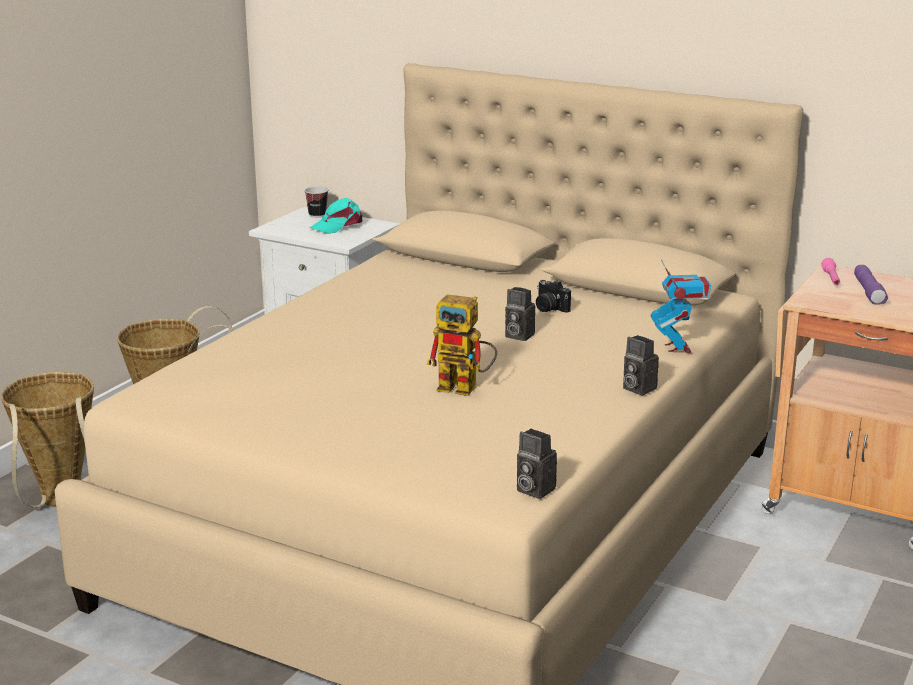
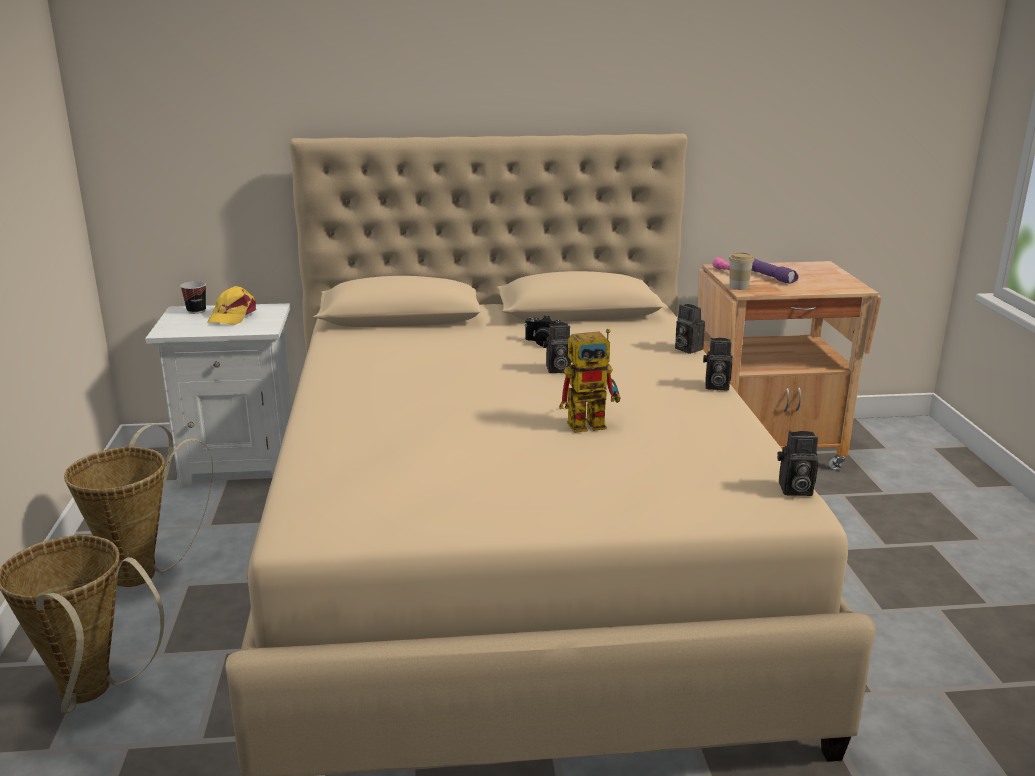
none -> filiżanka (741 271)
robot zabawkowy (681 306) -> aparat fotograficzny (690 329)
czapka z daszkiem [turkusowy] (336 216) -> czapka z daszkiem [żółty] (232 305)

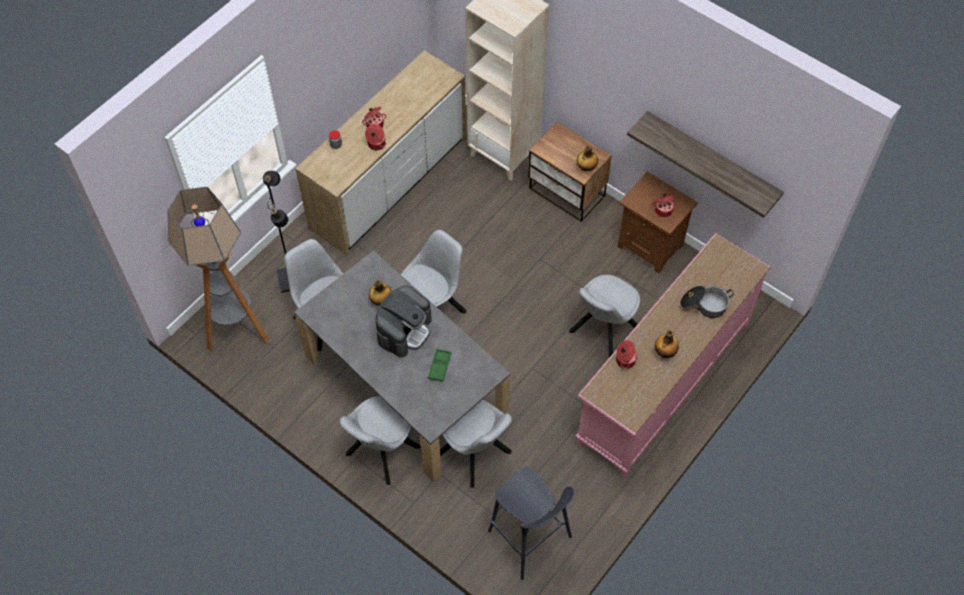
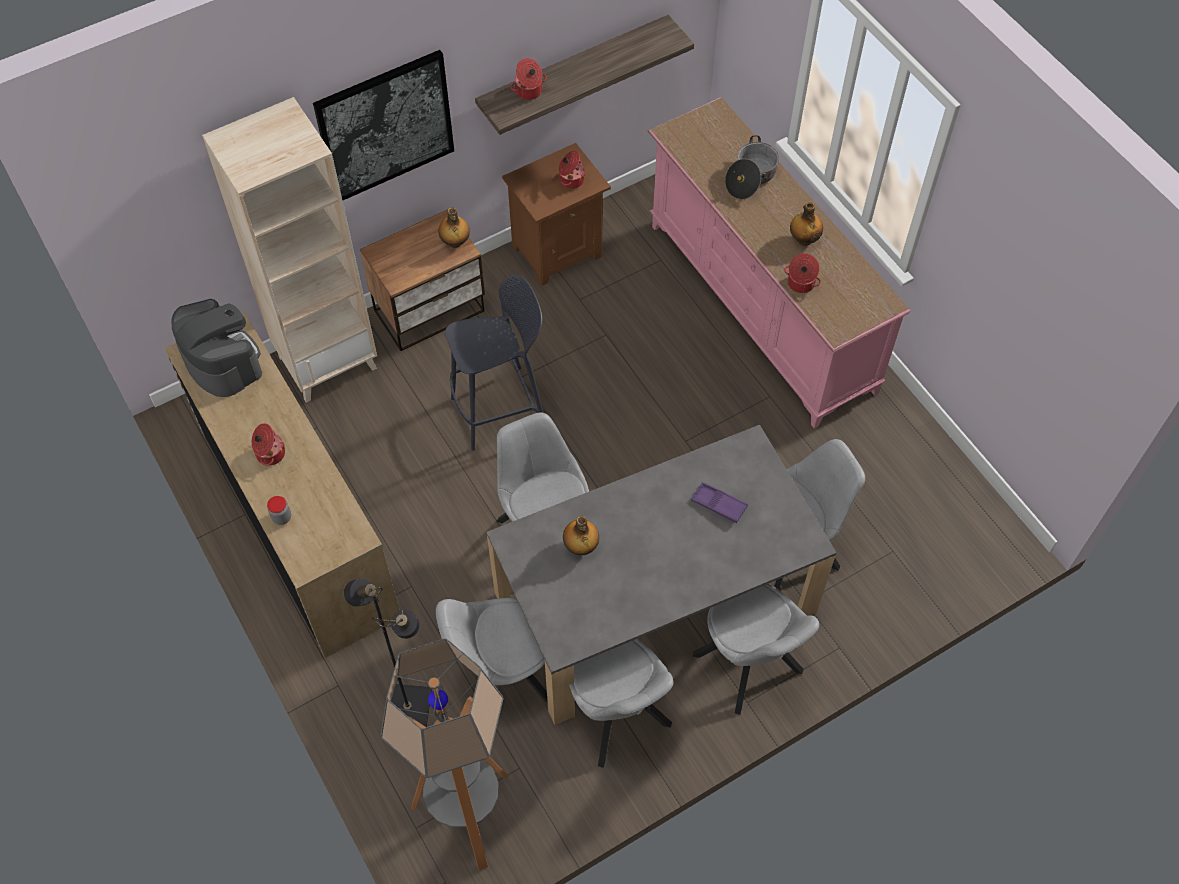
none -> obraz (383 125)
garnek (375 137) -> garnek (528 79), move
ekspres do kawy (404 321) -> ekspres do kawy (216 348), move
stołek [szary] (531 523) -> stołek [szary] (494 363), move
krzesło [szary] (604 316) -> krzesło [szary] (621 703), move
taca [zielony] (439 365) -> taca [fioletowy] (719 502)

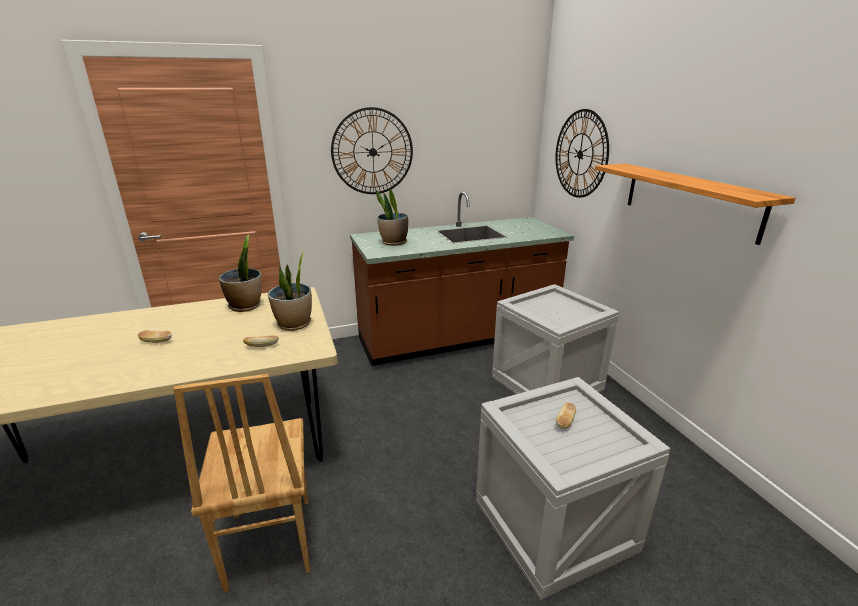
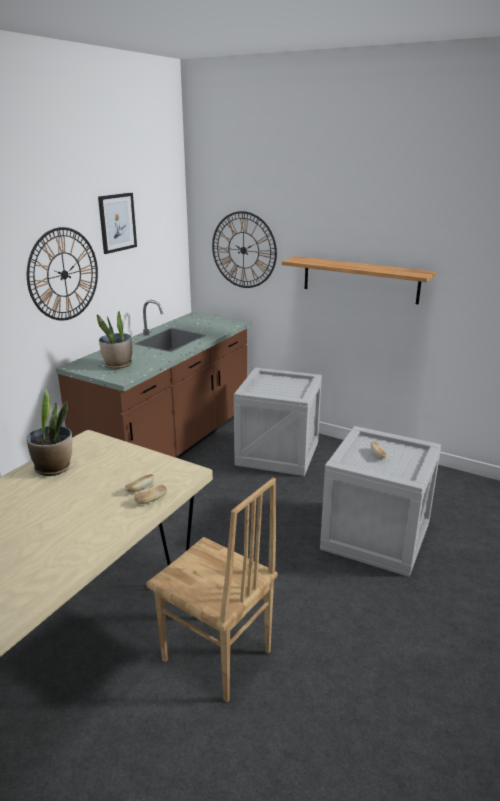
roślina doniczkowa (290 291) -> none
none -> obraz (117 223)
chleb (155 336) -> chleb (151 494), move

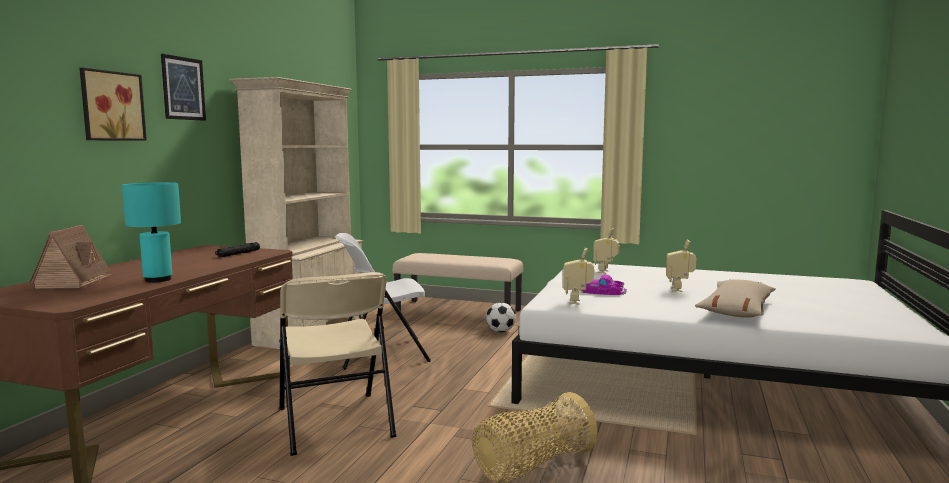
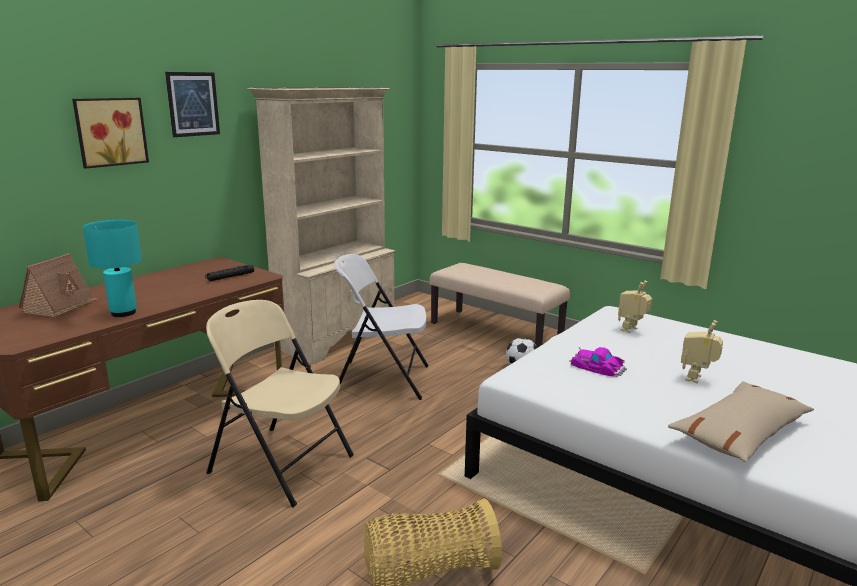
robot zabawkowy (578 276) -> none
krzesło [beżowy] (338 364) -> krzesło [beżowy] (280 404), 120 degrees clockwise

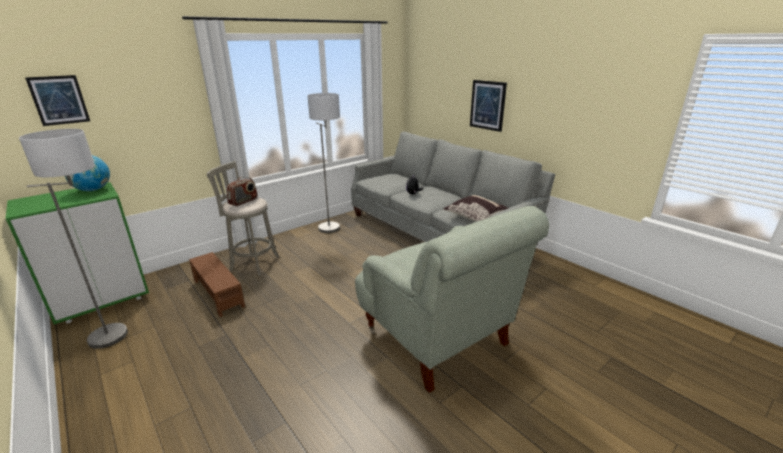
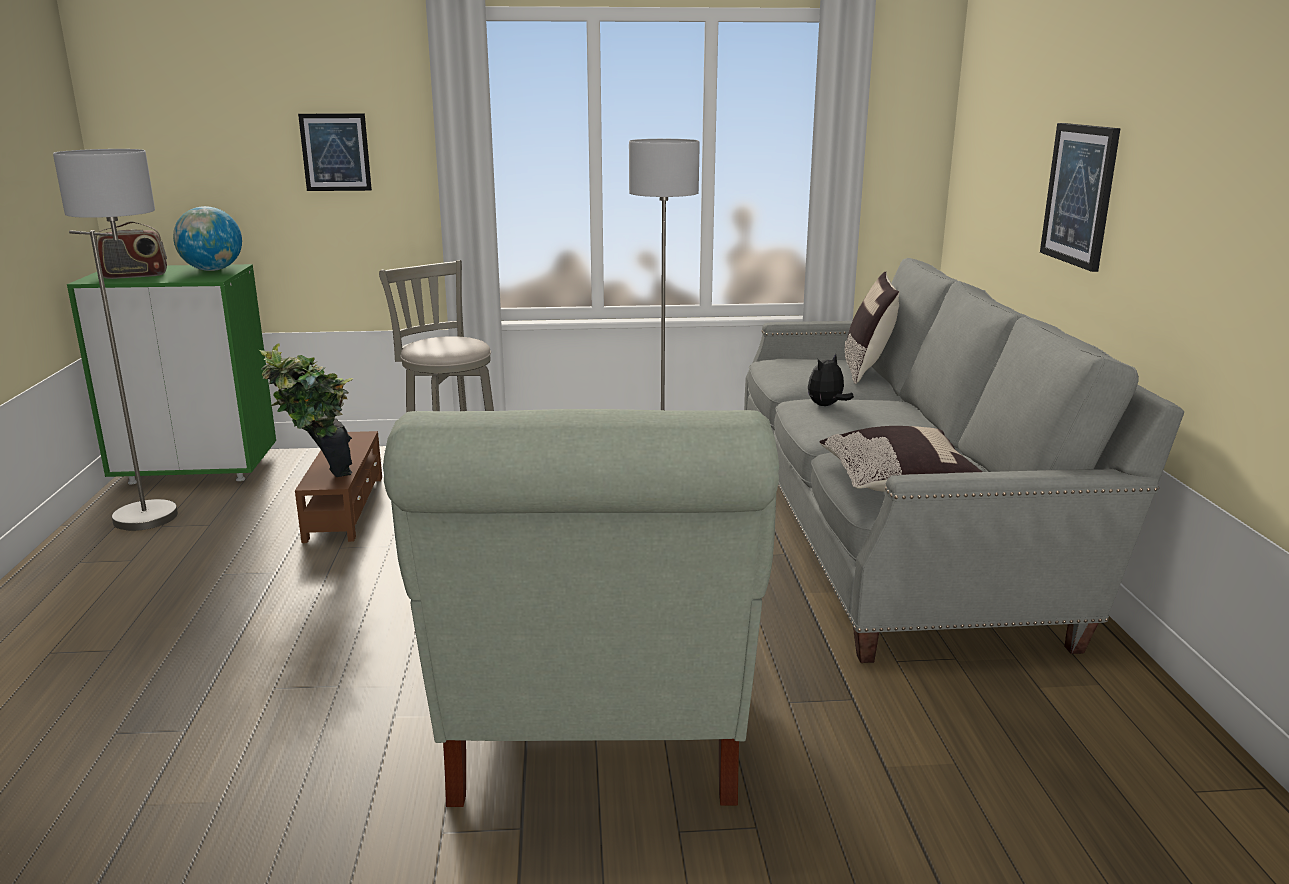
none -> roślina doniczkowa (306 410)
none -> poduszka (872 328)
obraz (57 100) -> obraz (335 152), move
radio (242 191) -> radio (131 250), move

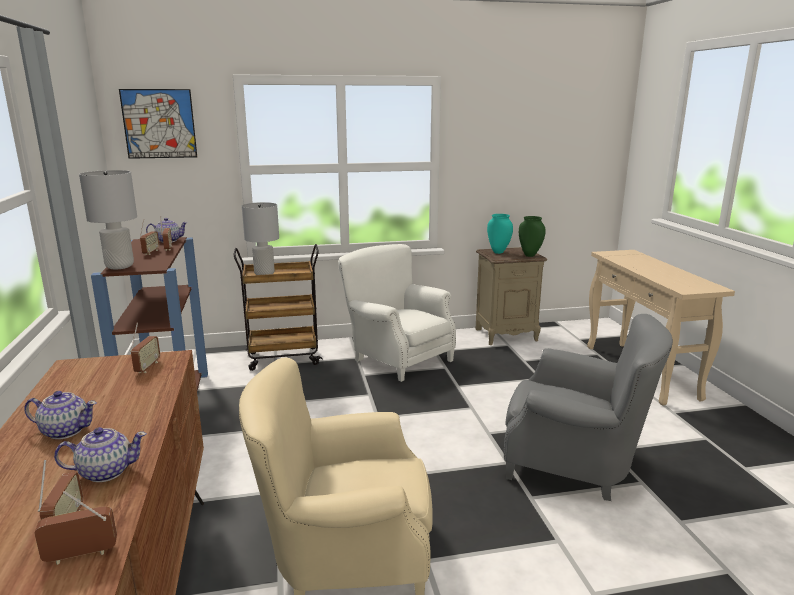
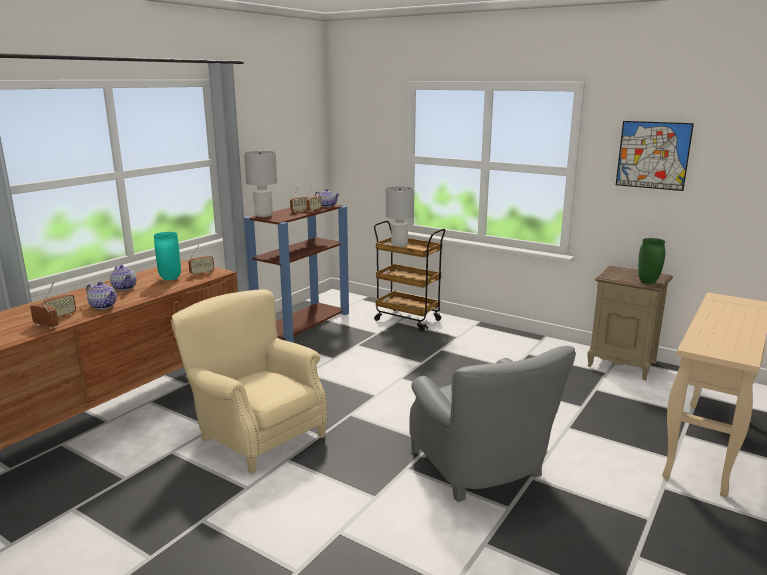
fotel [biały] (397 313) -> none
obraz (158 124) -> obraz (655 156), move
wazon [turkusowy] (500 234) -> wazon [turkusowy] (167 256), move

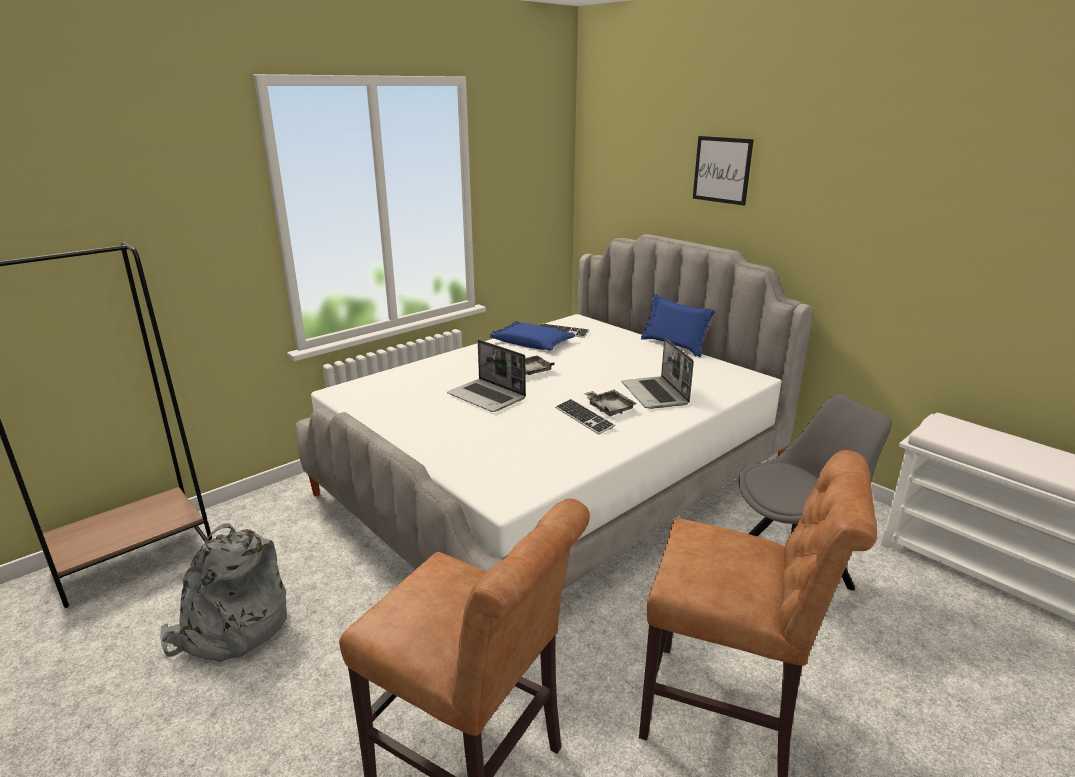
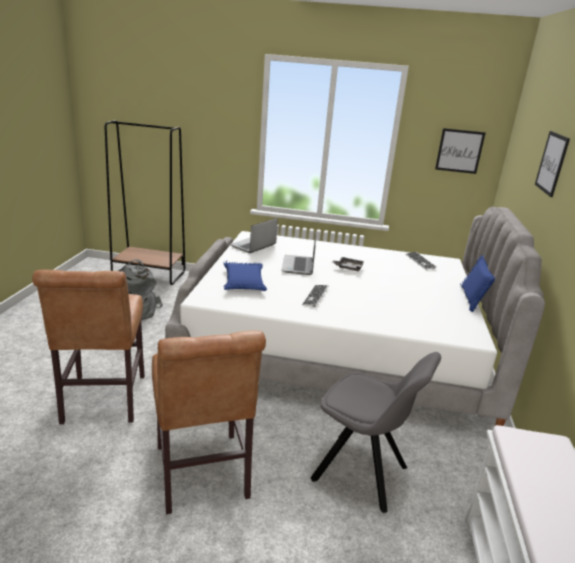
taca [szary] (610 403) -> none
none -> obraz (460 151)
poduszka [niebieski] (532 336) -> poduszka [niebieski] (245 276), move
laptop (657 373) -> laptop (254 235), move

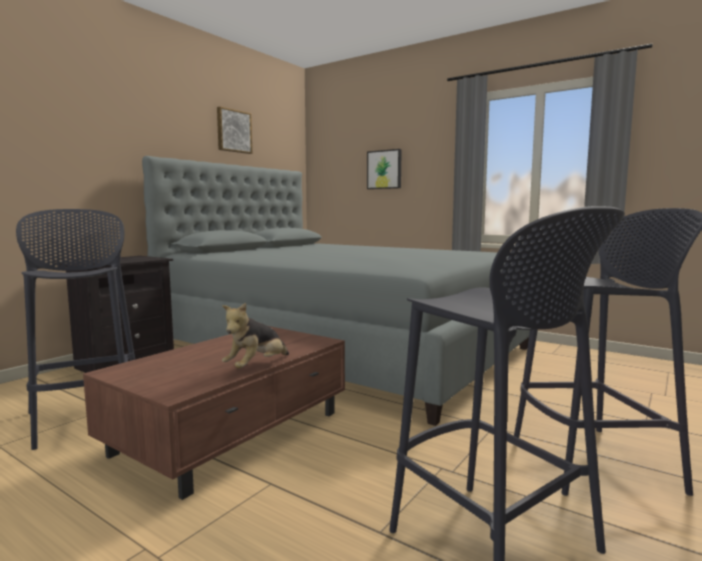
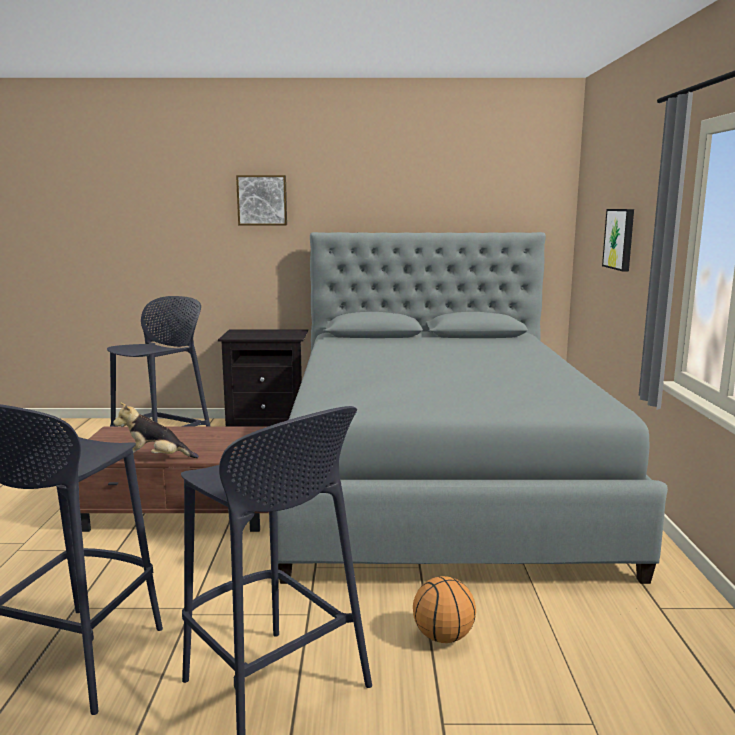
none -> piłka do koszykówki (444 609)
obraz (234 130) -> obraz (261 200), move

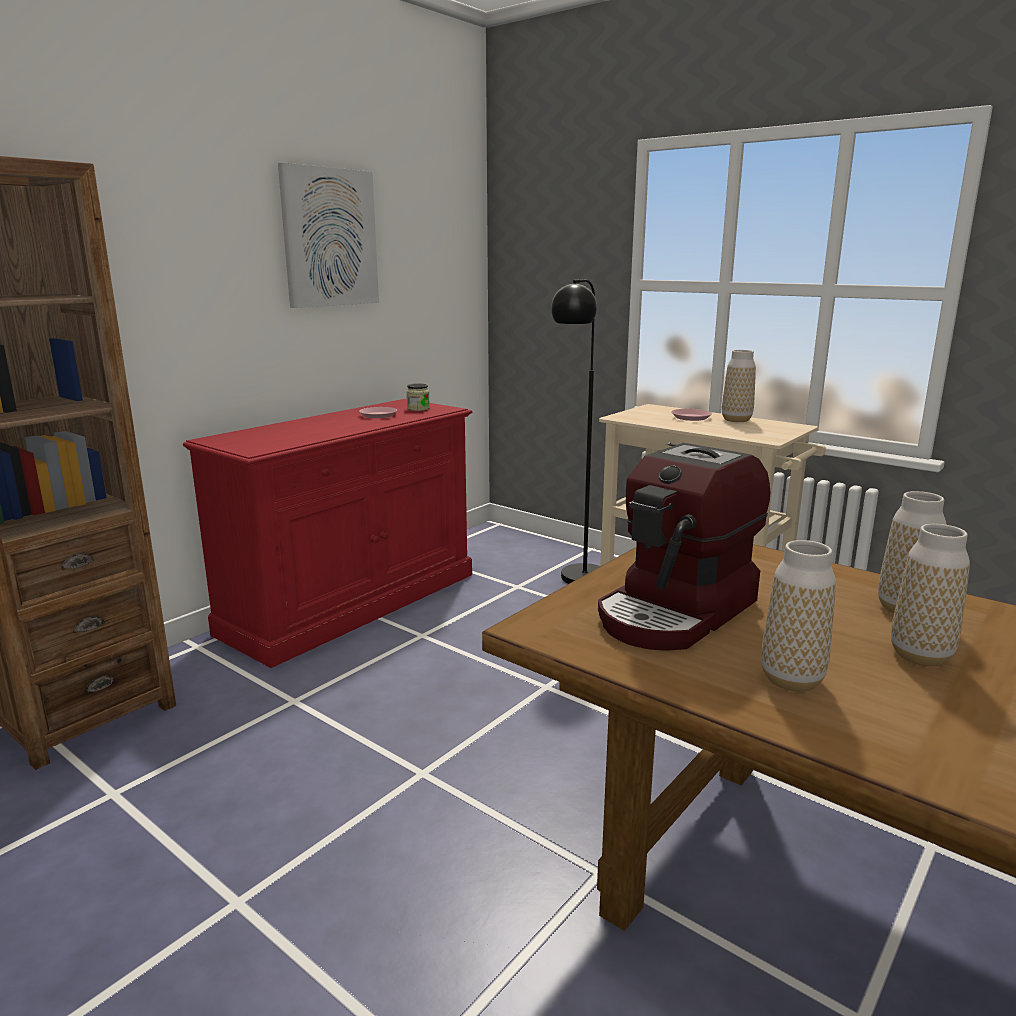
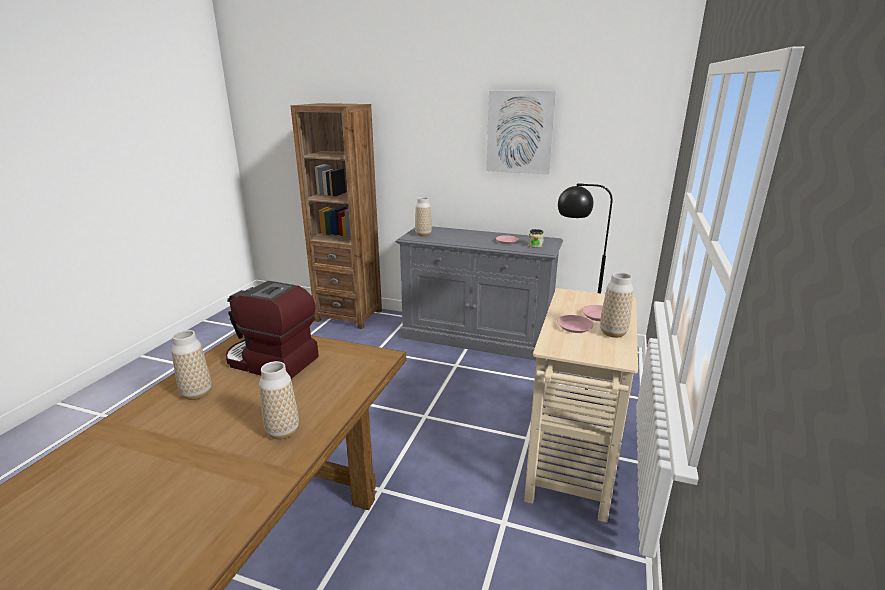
none -> talerz [różowy] (575 324)
wazon (930 595) -> wazon (423 217), move
szafka [czerwony] (327 533) -> szafka [szary] (479 293)

